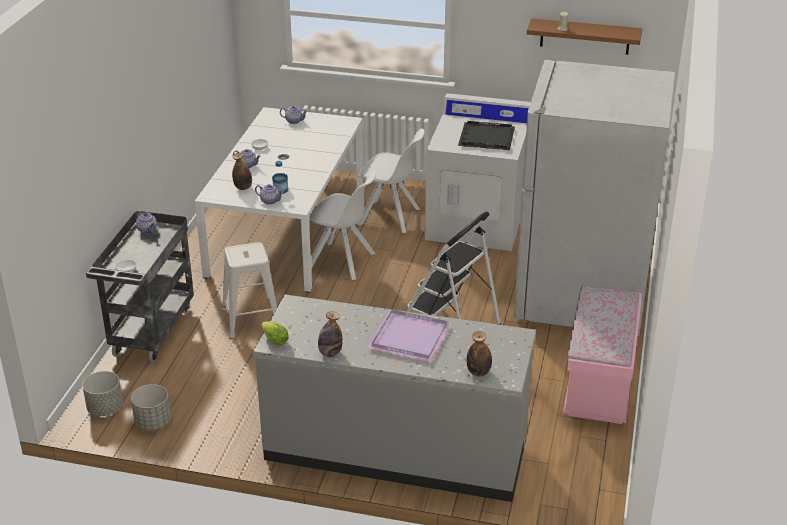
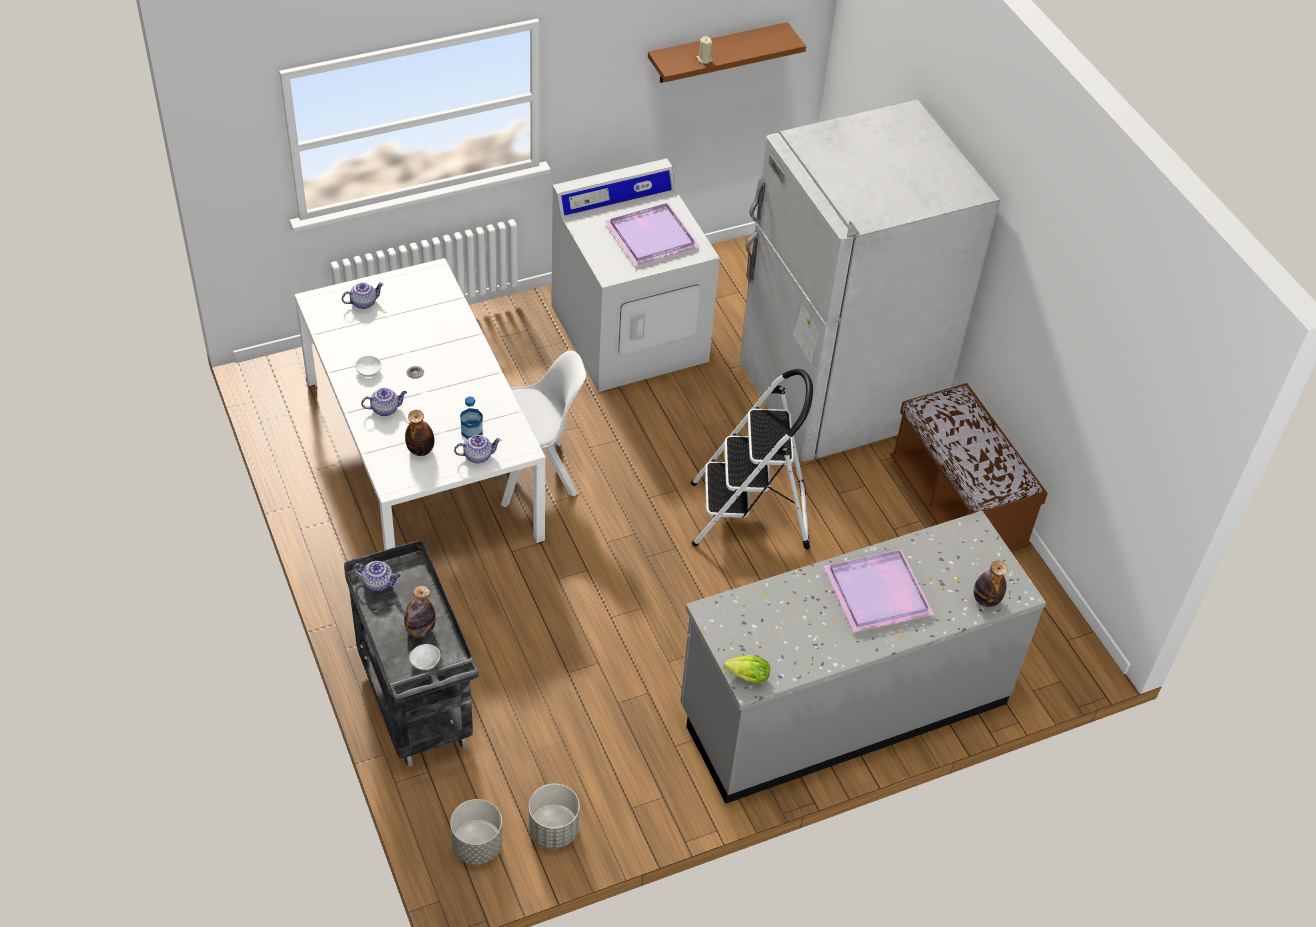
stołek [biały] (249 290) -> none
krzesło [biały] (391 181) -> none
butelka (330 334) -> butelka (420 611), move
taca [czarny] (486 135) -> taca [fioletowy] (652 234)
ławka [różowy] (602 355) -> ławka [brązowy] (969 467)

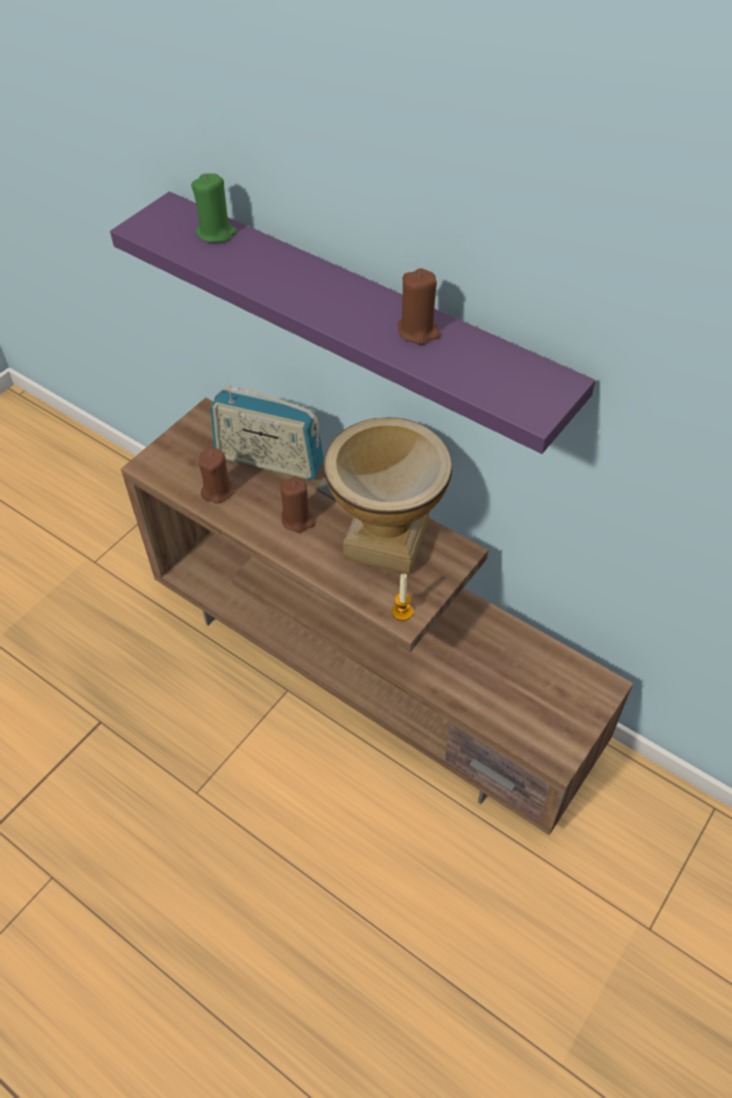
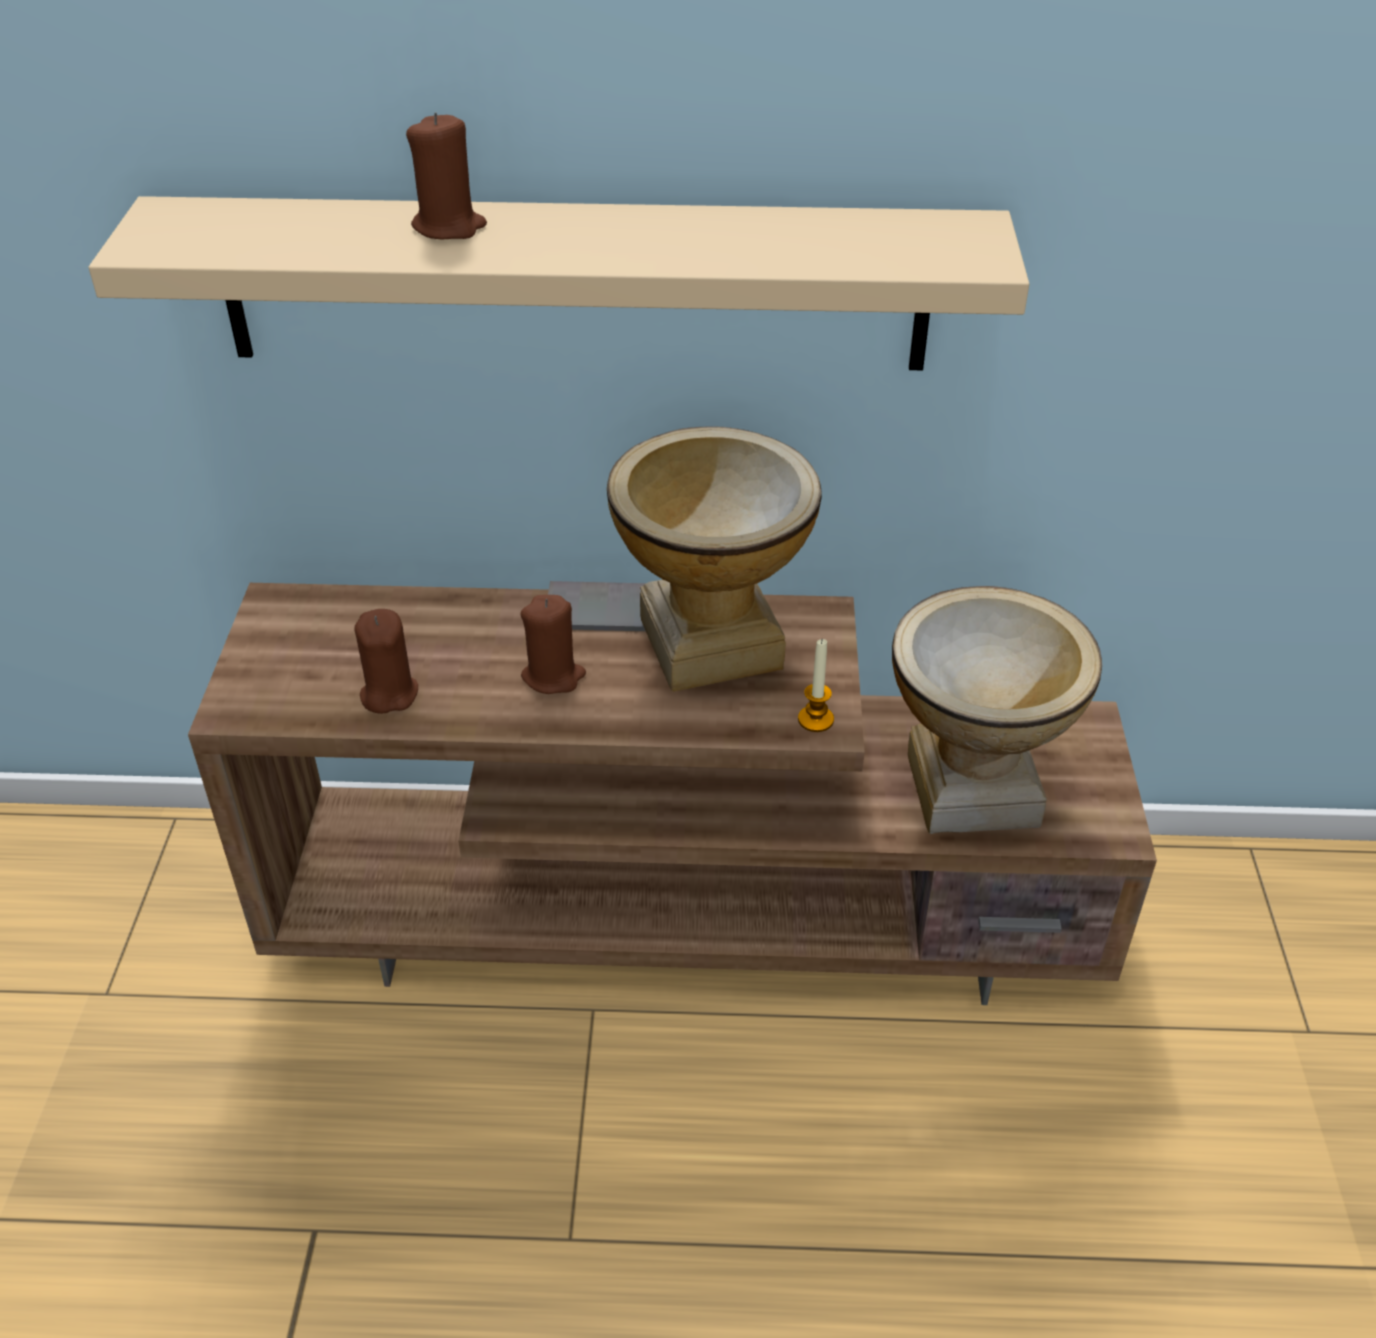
świeca [zielony] (214 208) -> none
radio (267 432) -> none
none -> wazon (997 710)
świeca [brązowy] (419 306) -> świeca [brązowy] (446 176), move
półka [fioletowy] (352 323) -> półka [beżowy] (559 283)

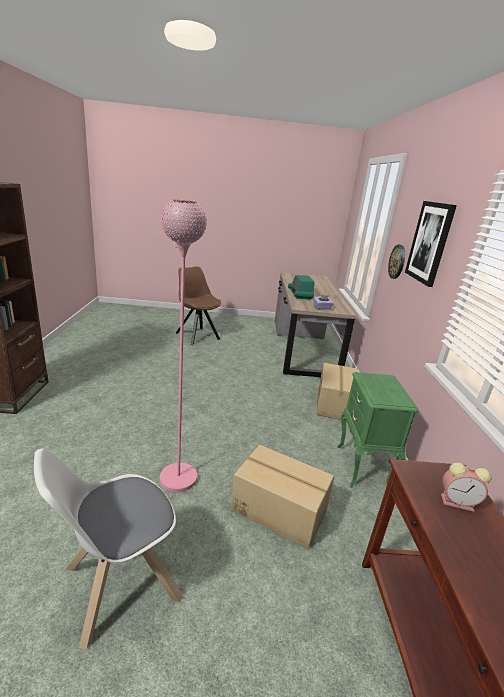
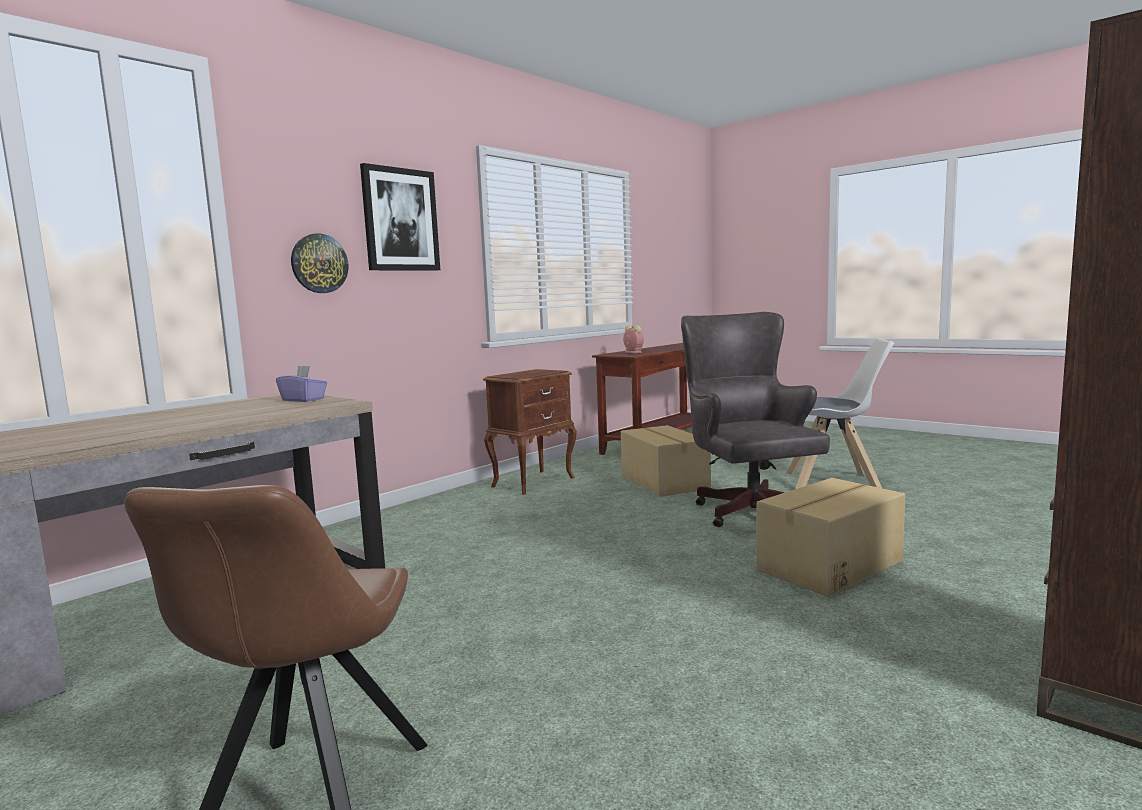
radio (301 287) -> none
karton (337 391) -> karton (830 537), move
lampa stojąca [różowy] (183 346) -> krzesło biurowe [szary] (755 419)
szafka nocna [zielony] (378 430) -> szafka nocna [brązowy] (530 432)

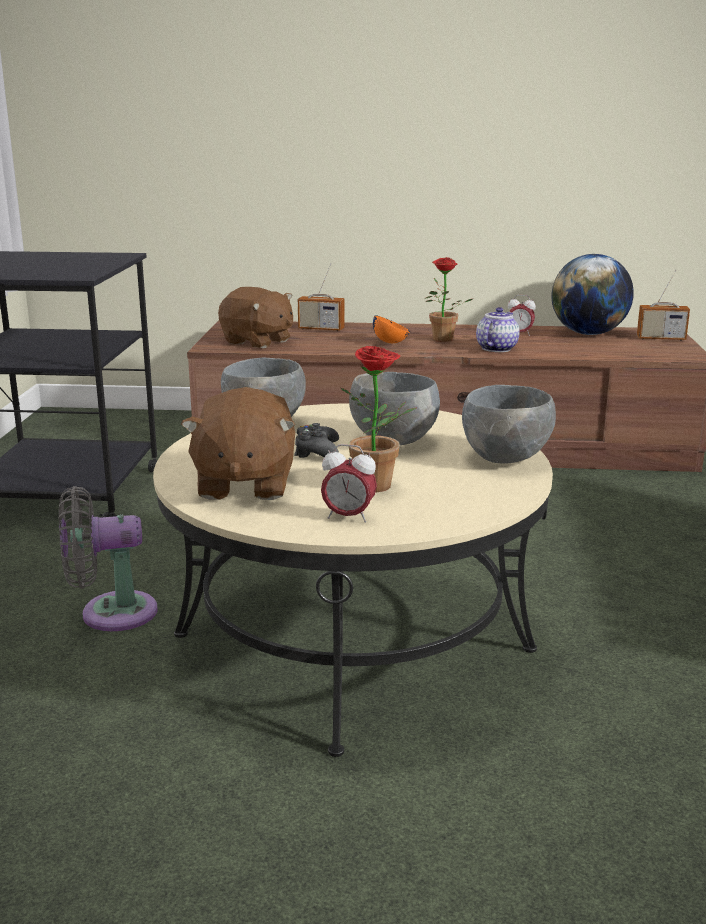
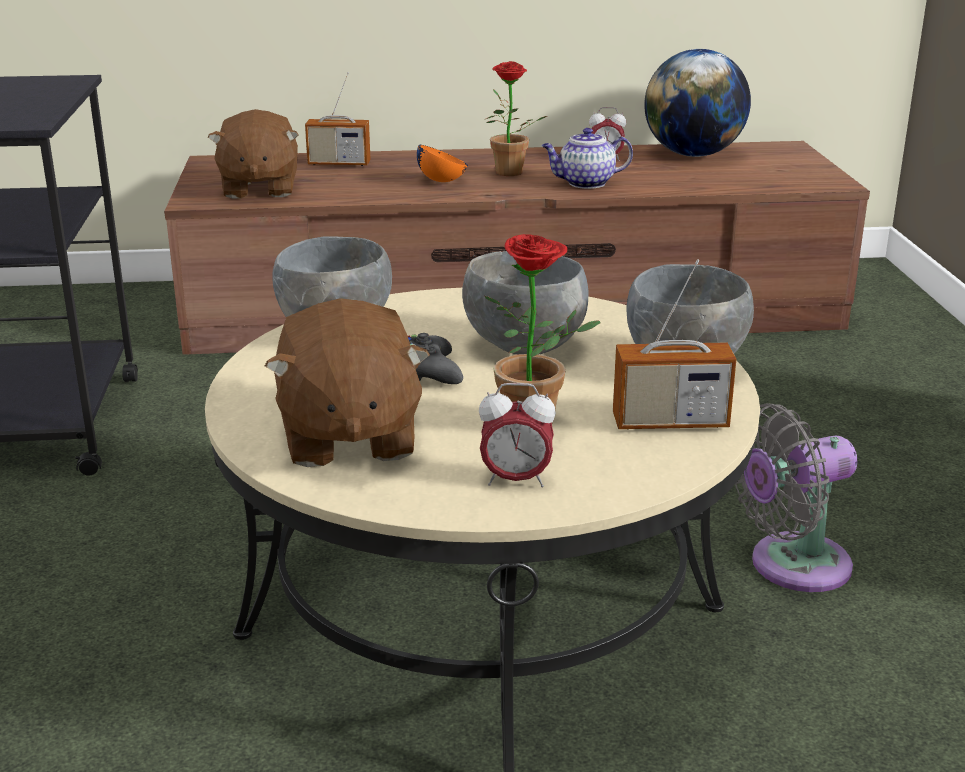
wentylator [szary] (108 558) -> wentylator [szary] (796 497), move
radio (663 305) -> radio (674 344), move
pluszak [brązowy] (255 317) -> pluszak [brązowy] (253 154), 60 degrees clockwise
imbryk (498 329) -> imbryk (587 158), 120 degrees counterclockwise

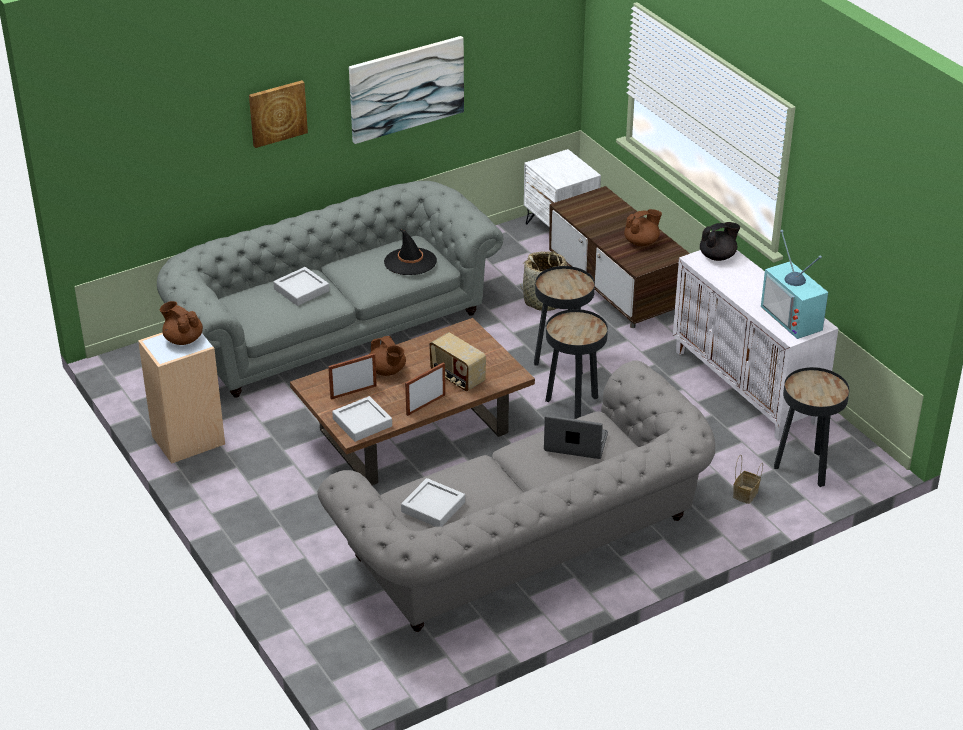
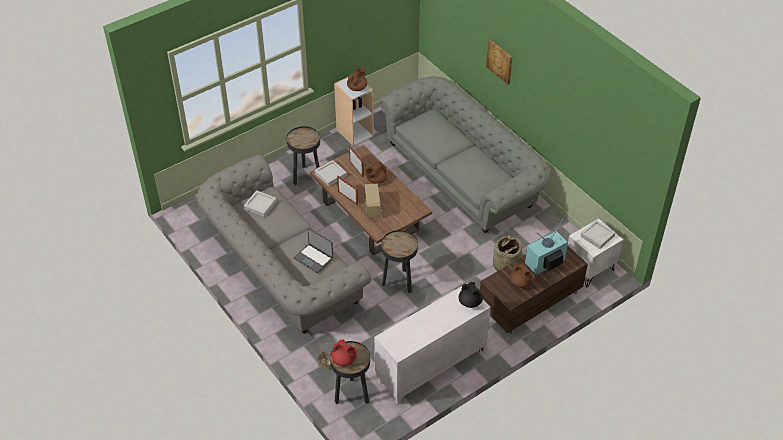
obraz (406 90) -> none
kapelusz [czarny] (410 252) -> none
none -> imbryk [czerwony] (345 353)
taca [szary] (301 286) -> taca [szary] (598 234), move
stolik [czarny] (564 320) -> stolik [czarny] (303 155), move
telewizor (794 284) -> telewizor (546 246), move
radio (457 361) -> radio (373 200), 135 degrees clockwise
laptop (576 437) -> laptop (313 250), 120 degrees clockwise

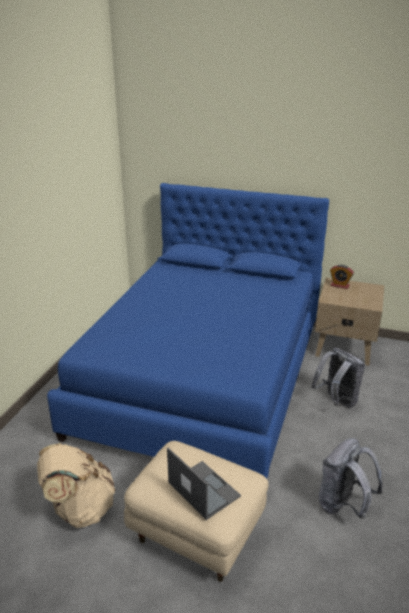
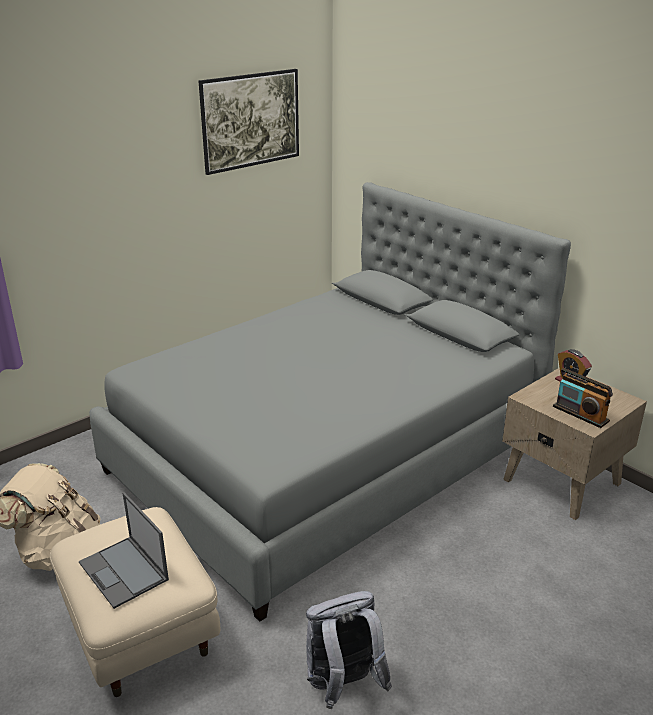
plecak [szary] (338 377) -> none
none -> obraz (249 122)
none -> radio (583 398)
łóżko [niebieski] (188 331) -> łóżko [szary] (330 402)
laptop (204 484) -> laptop (124 550), 150 degrees clockwise

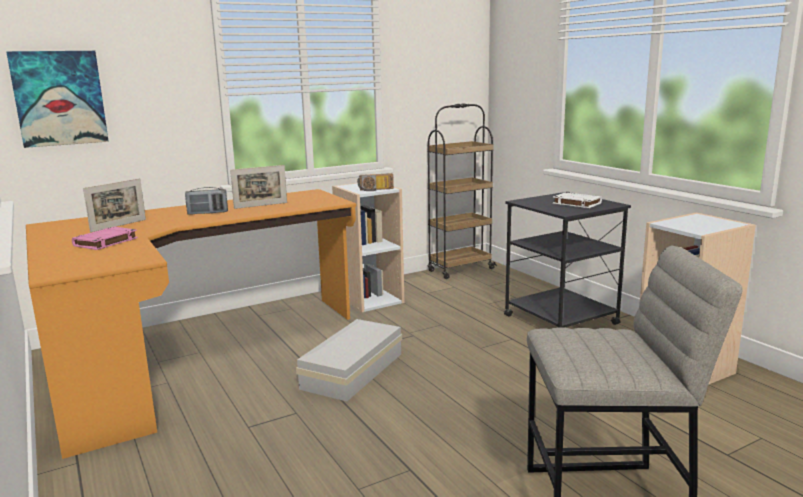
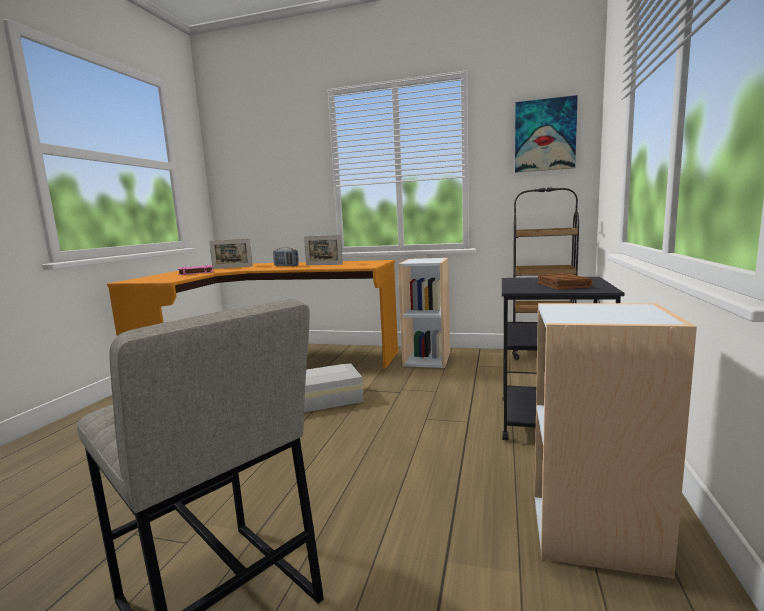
radio (375 182) -> none
obraz (57 99) -> obraz (546 134), move
książka [biały] (577 200) -> książka [brązowy] (564 281)

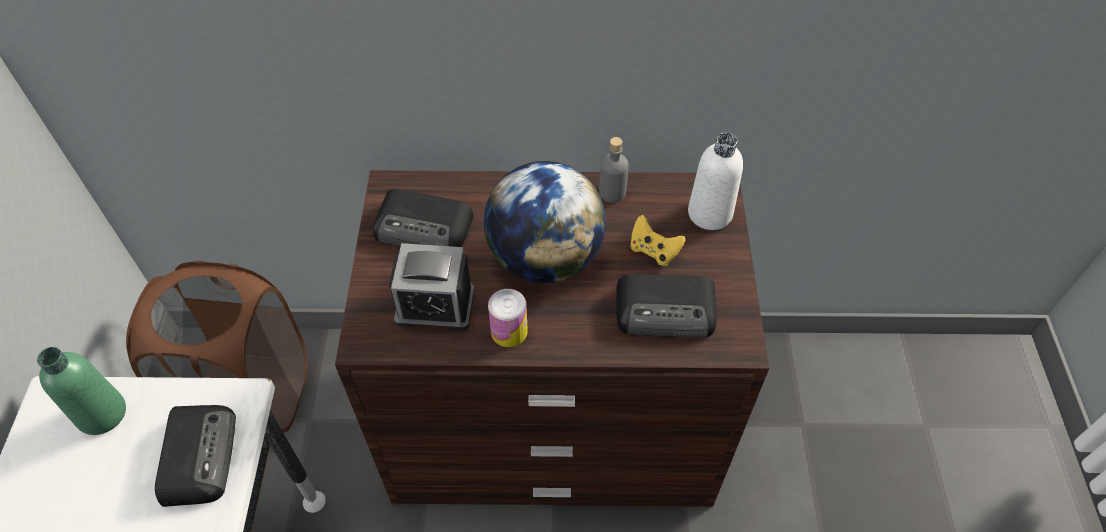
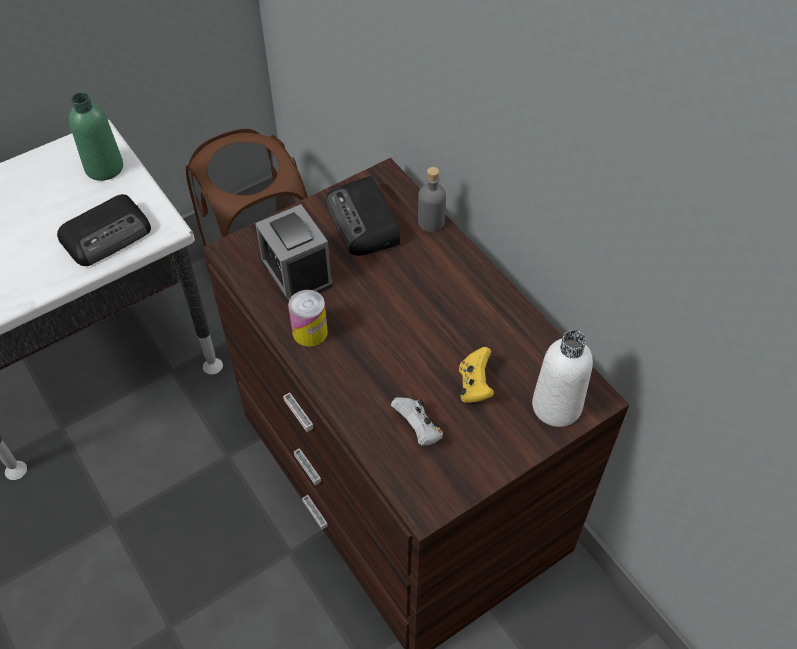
globus (545 222) -> none
butelka [szary] (614 170) -> butelka [szary] (432 199), move
radio (666 305) -> pad do gier [biały] (417 421)

